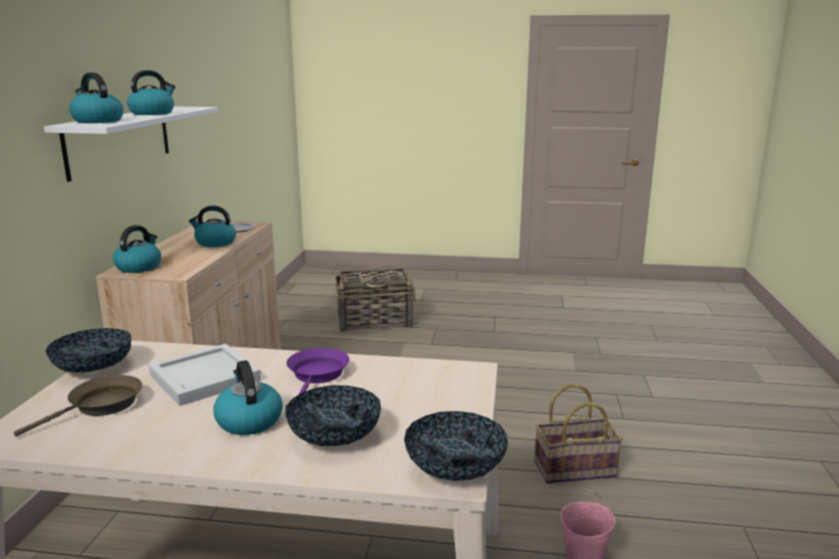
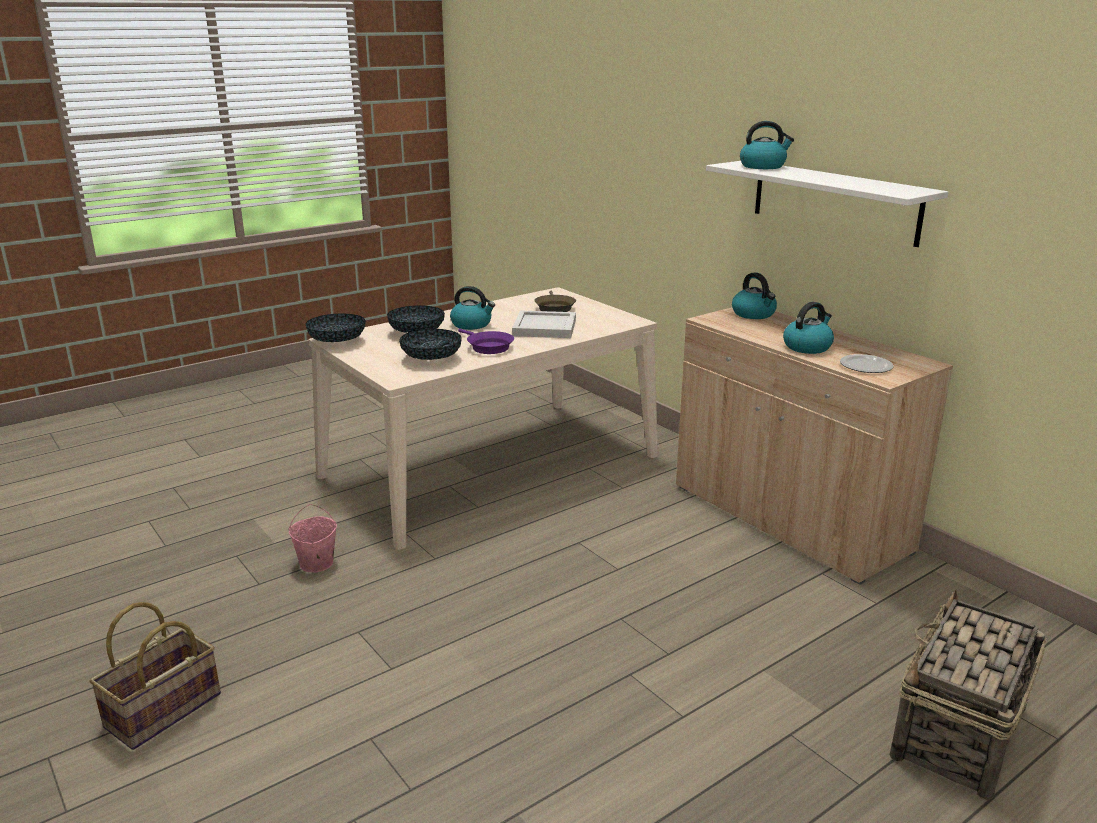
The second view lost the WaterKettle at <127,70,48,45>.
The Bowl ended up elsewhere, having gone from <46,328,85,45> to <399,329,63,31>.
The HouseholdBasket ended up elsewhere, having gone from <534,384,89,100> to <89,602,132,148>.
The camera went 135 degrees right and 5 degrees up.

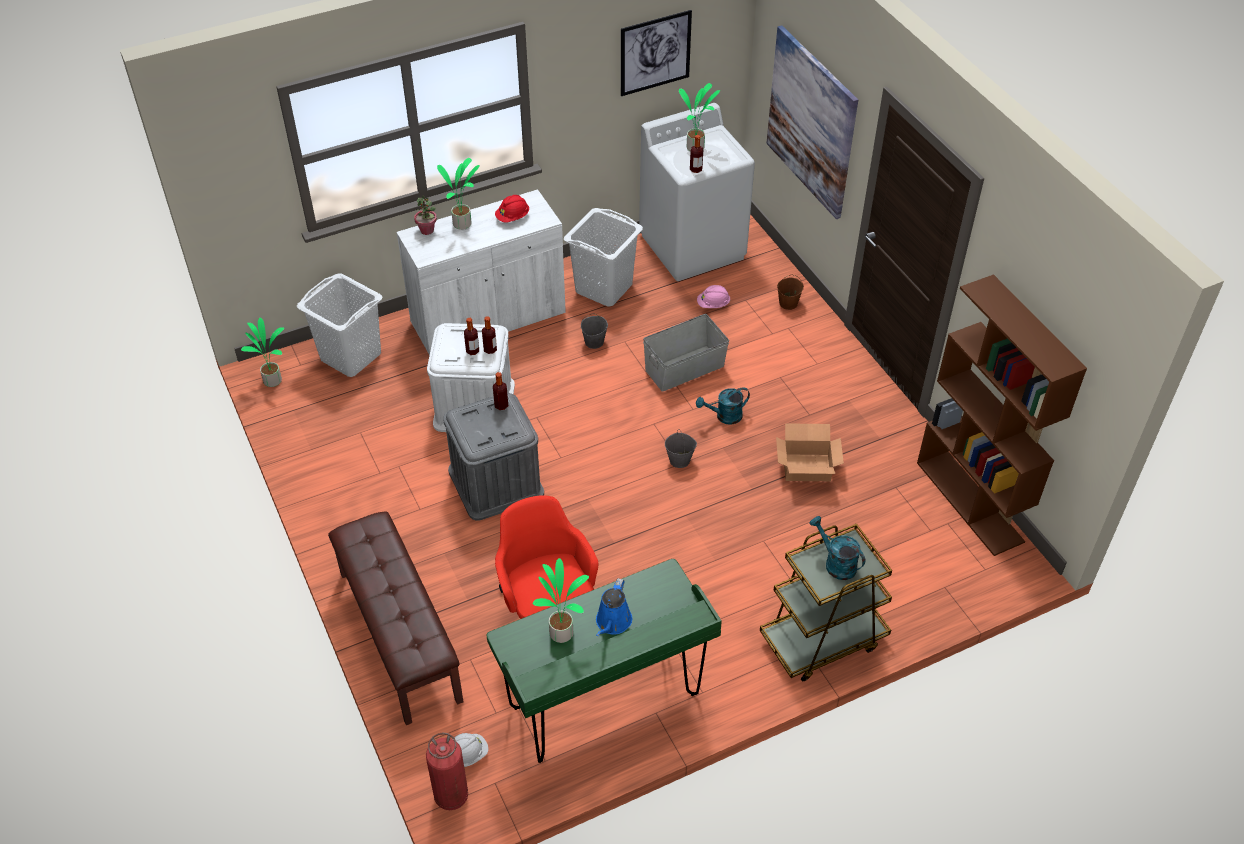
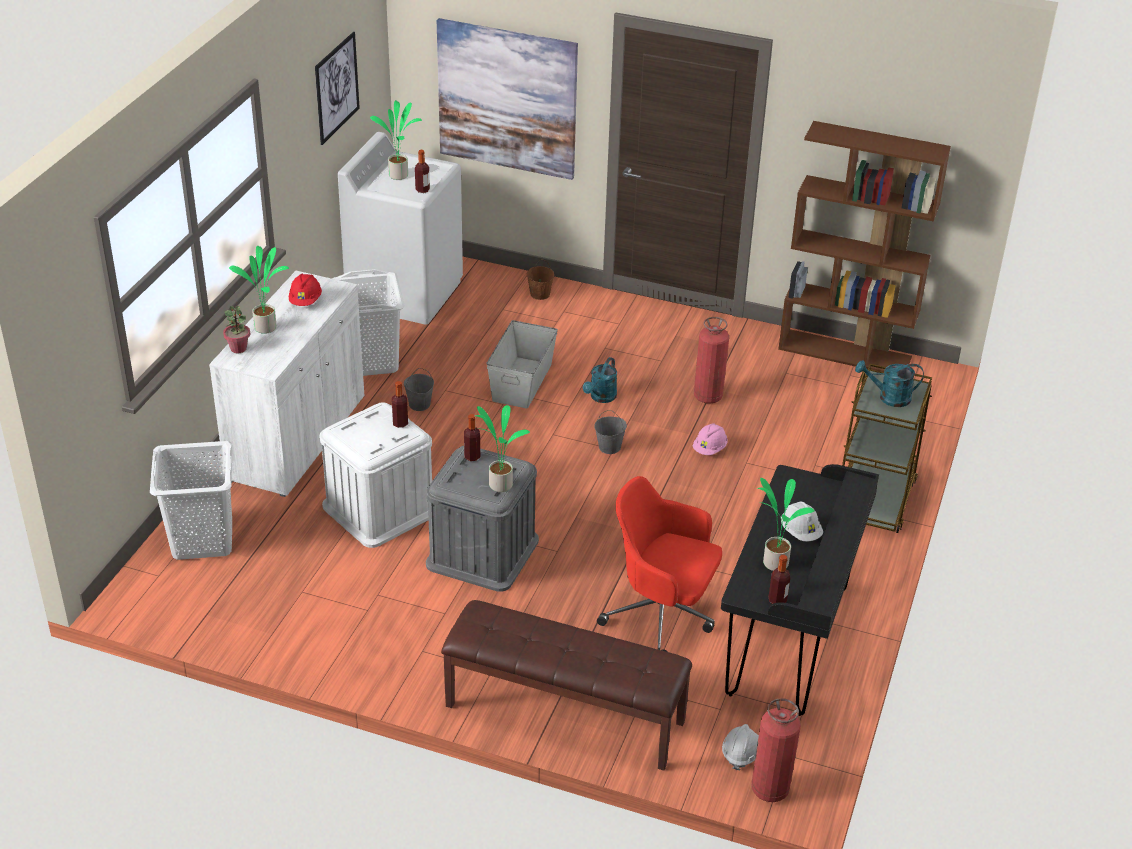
The PottedPlant ended up elsewhere, having gone from <241,318,43,69> to <475,405,55,87>.
The BeverageBottle ended up elsewhere, having gone from <464,318,15,37> to <769,555,21,49>.
The PinkishSafetyHelmet ended up elsewhere, having gone from <697,285,33,23> to <692,423,36,32>.
Where the BluishWateringCan stood at <596,578,36,58>, the WhiteColouredSafetyHelmet came to stand at <781,502,42,40>.
Where the PackingBox stood at <776,423,68,58>, the FireFightingCylinder came to stand at <694,317,35,87>.
What was the GreenishDeskUnit at <486,559,236,204> turned into the BlackishDeskUnit at <721,464,158,252>.
The camera went 45 degrees left and 10 degrees down.

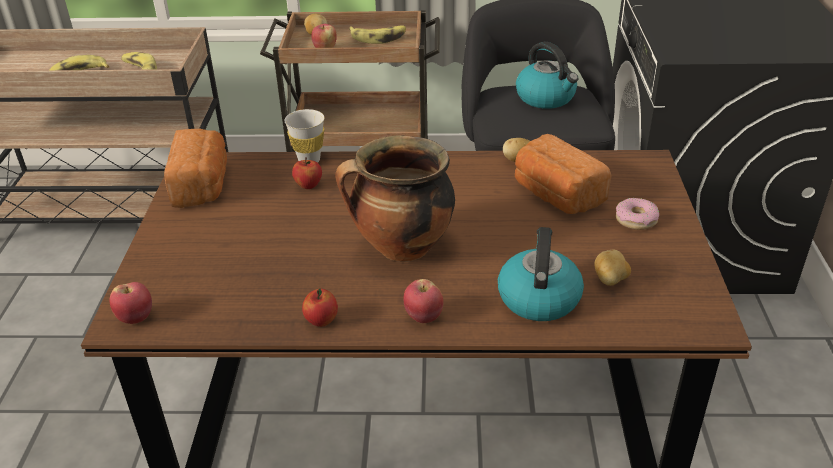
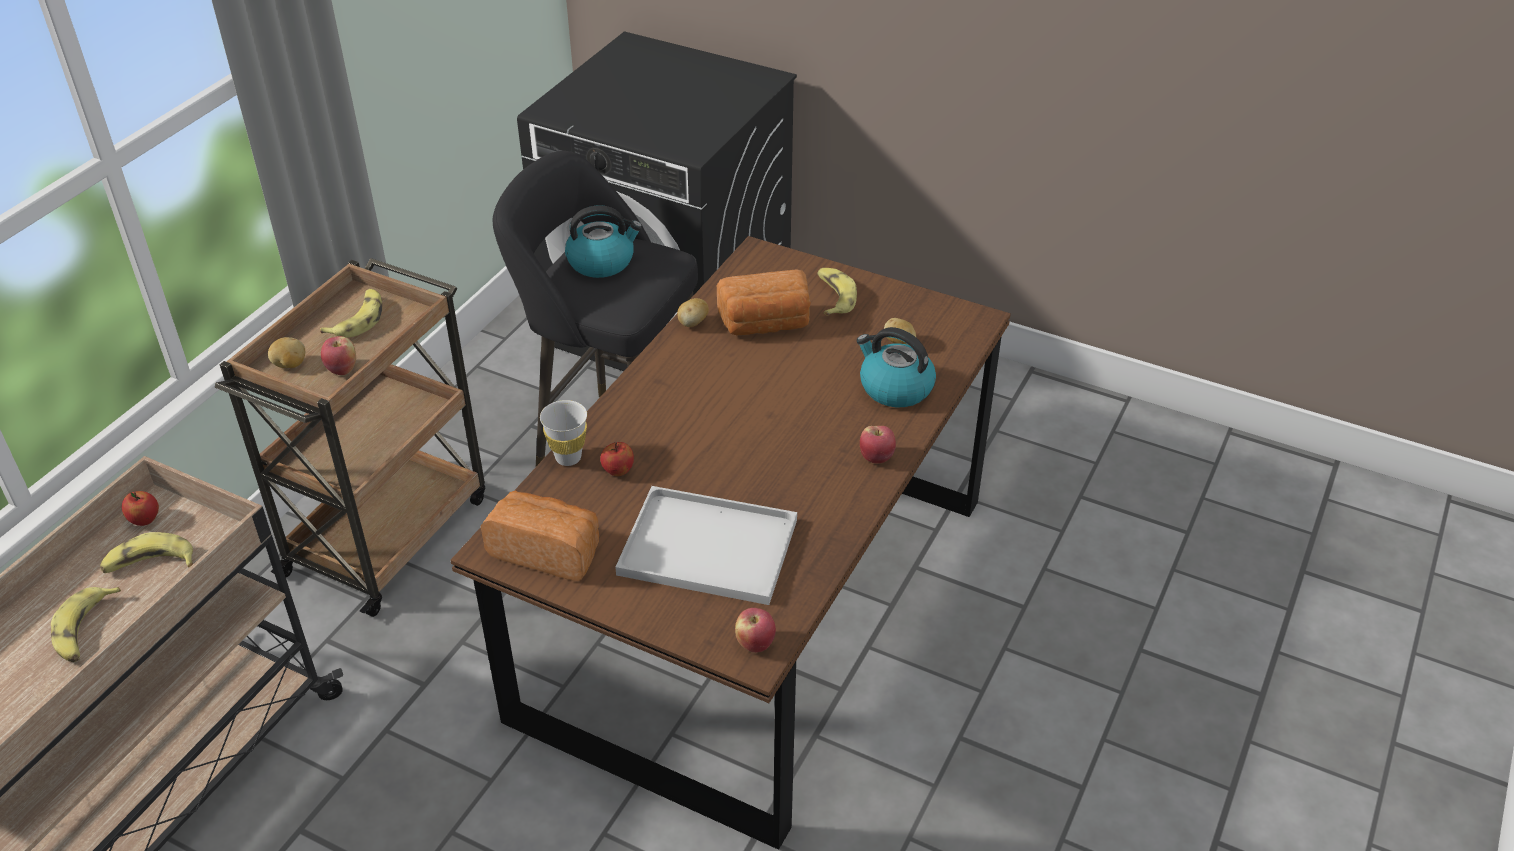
The second view lost the CookingPot at <335,135,120,126>.
The second view gained the WhiteColouredTray at <615,486,182,119>.
The WholeApple ended up elsewhere, having gone from <302,289,36,38> to <122,491,37,35>.
Where the Donut stood at <616,198,43,32>, the BananaFruit came to stand at <817,268,40,48>.
The camera went 65 degrees left and 5 degrees up.

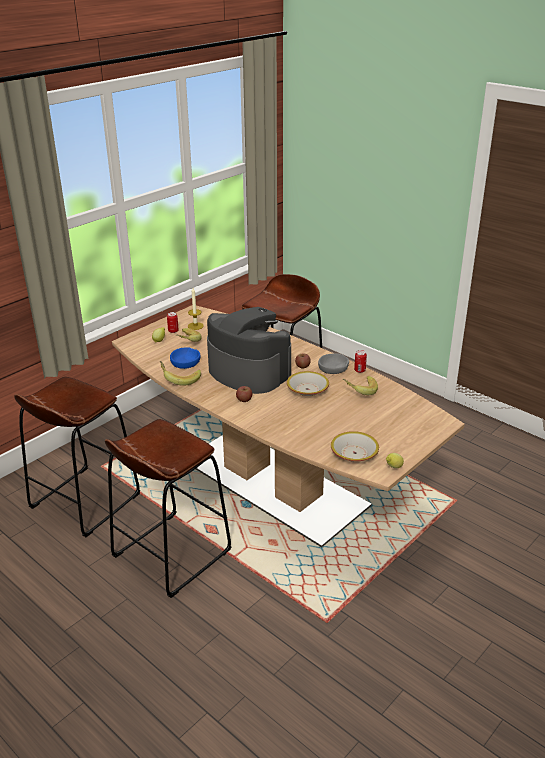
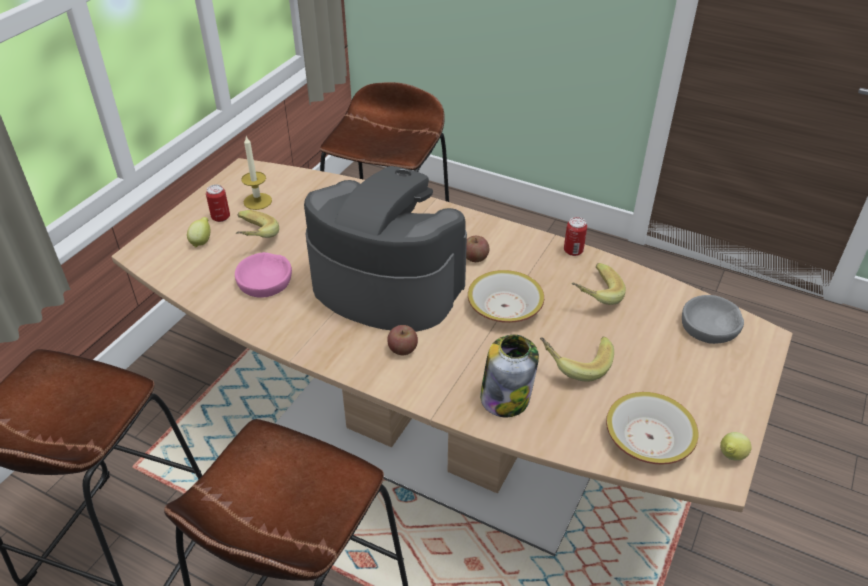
The second view gained the PreserveJar at <480,335,59,82>.
The BananaFruit ended up elsewhere, having gone from <160,361,41,25> to <540,337,74,45>.
The GrayBowl ended up elsewhere, having gone from <318,353,31,21> to <682,295,62,49>.
What was the BluishBowl at <170,347,31,22> turned into the PinkishBowl at <235,252,57,46>.
The camera went 15 degrees left and 10 degrees up.

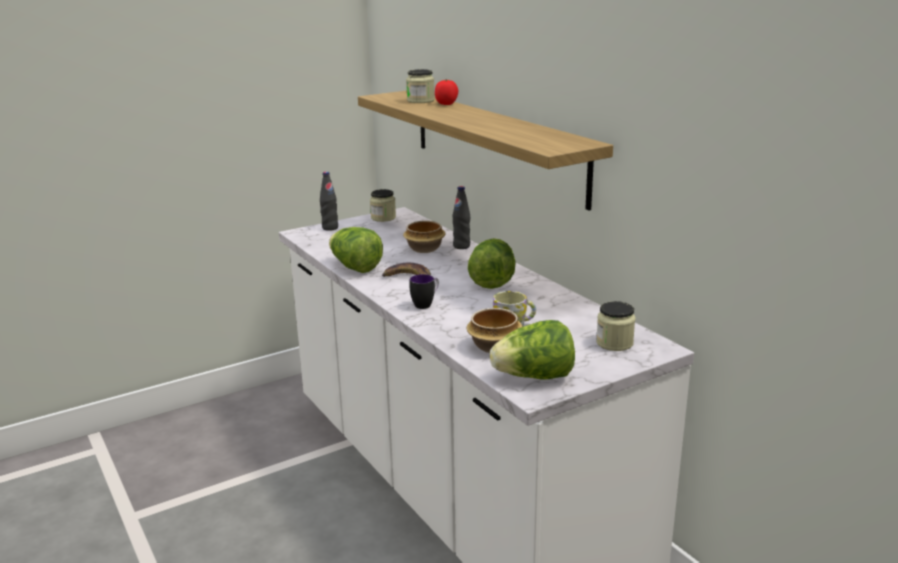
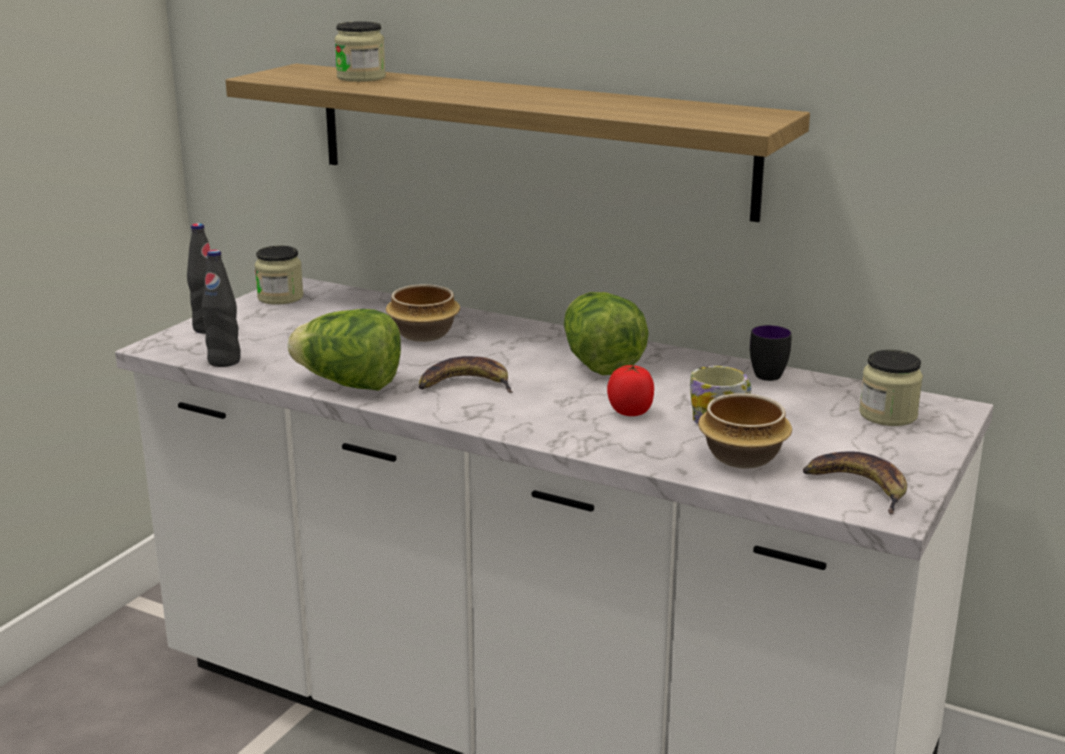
The CoffeeMug ended up elsewhere, having gone from <409,274,30,35> to <750,325,41,56>.
The Tomato ended up elsewhere, having gone from <435,79,23,26> to <607,365,47,51>.
The BlackishBeverageBottle ended up elsewhere, having gone from <452,186,18,63> to <202,250,39,117>.
Where the HeadOfLettuce stood at <490,320,85,60>, the BananaFruit came to stand at <803,452,104,62>.
The camera went 30 degrees left and 0 degrees up.

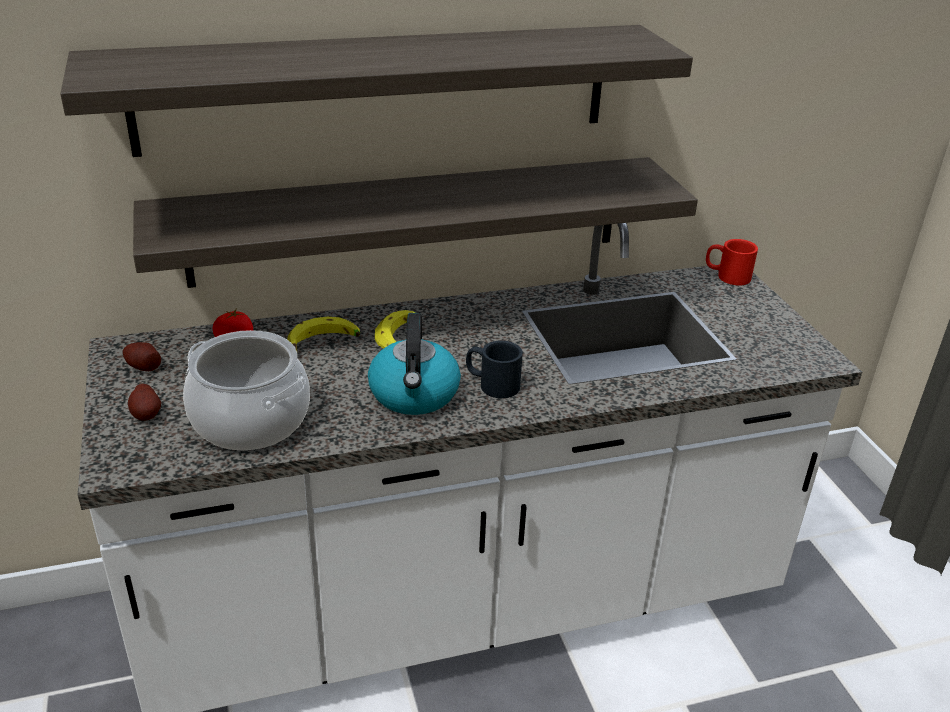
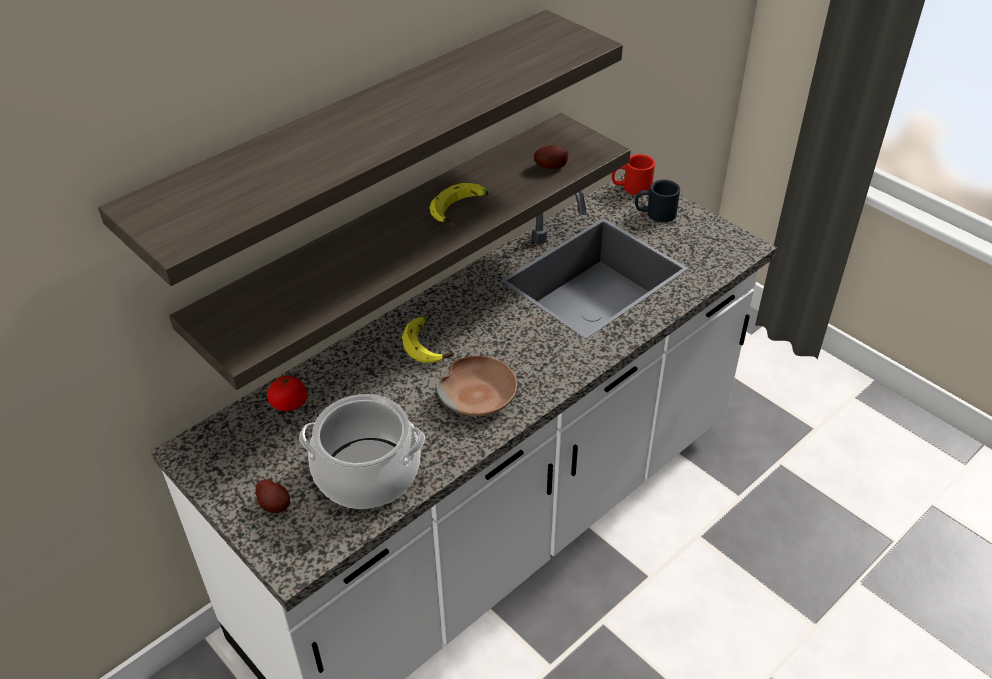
The Potato ended up elsewhere, having gone from <123,342,38,29> to <534,145,35,24>.
The BananaFruit ended up elsewhere, having gone from <287,317,73,34> to <430,183,58,43>.
The BlackishCoffeeMug ended up elsewhere, having gone from <466,341,57,57> to <635,180,45,42>.
Where the WaterKettle stood at <368,313,93,102>, the BrownBowl came to stand at <436,356,81,60>.
The camera went 25 degrees left and 10 degrees up.

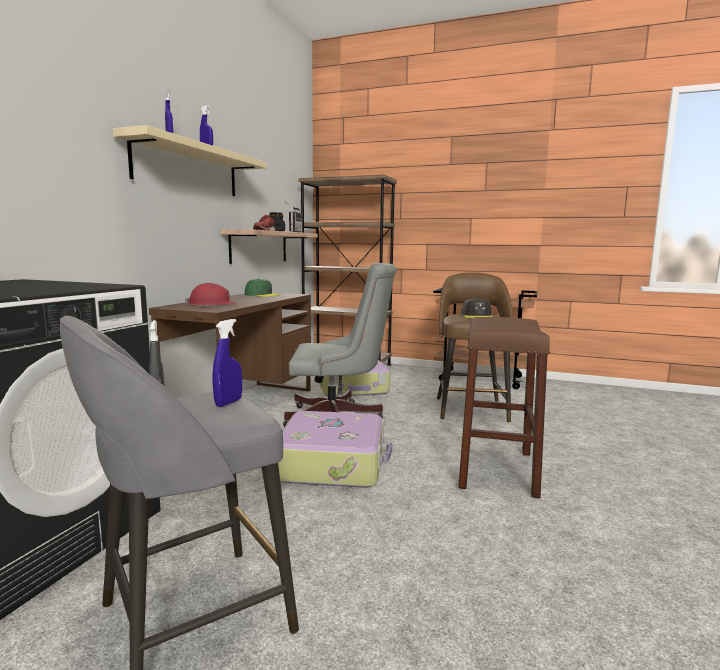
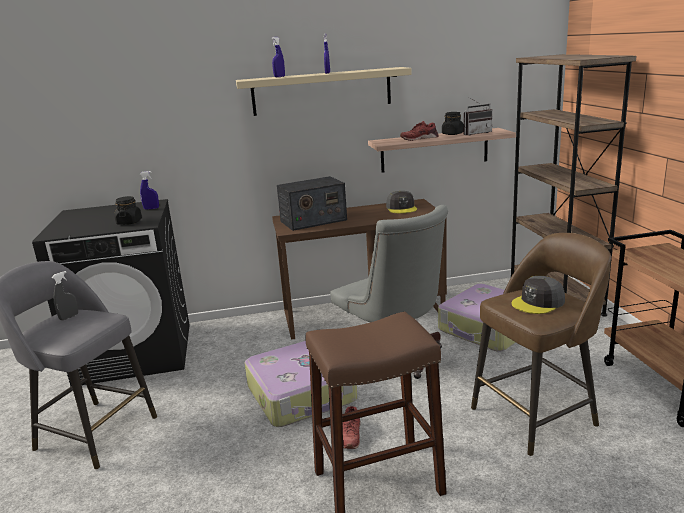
The second view gained the BlackishPreserveJar at <114,196,28,29>.
The second view gained the RedLowShoe at <343,406,18,43>.
The BluishSprayer ended up elsewhere, having gone from <212,319,30,88> to <140,171,19,39>.
Where the RedSafetyHelmet stood at <185,283,52,22>, the RadioSet came to stand at <277,176,70,55>.
What was the GreenishCap at <245,279,35,18> turned into the GrayCap at <386,191,31,22>.
The camera went 60 degrees right and 10 degrees up.

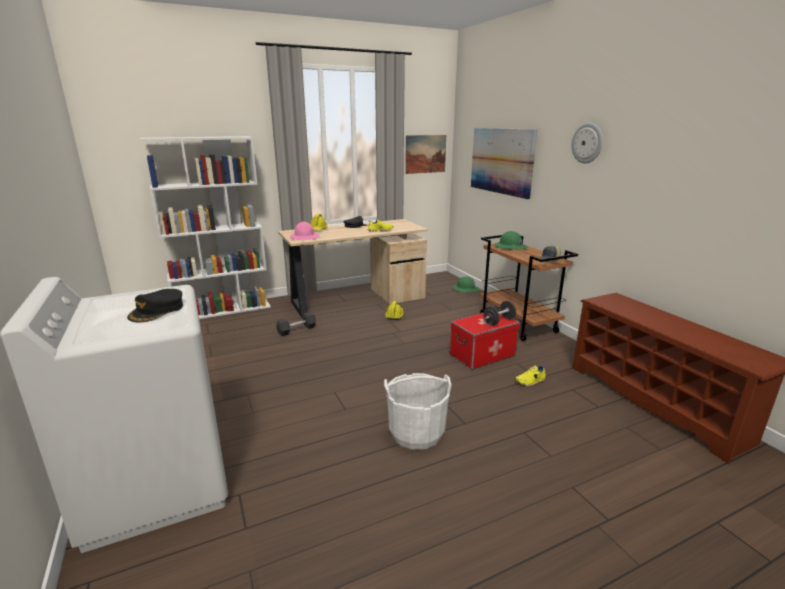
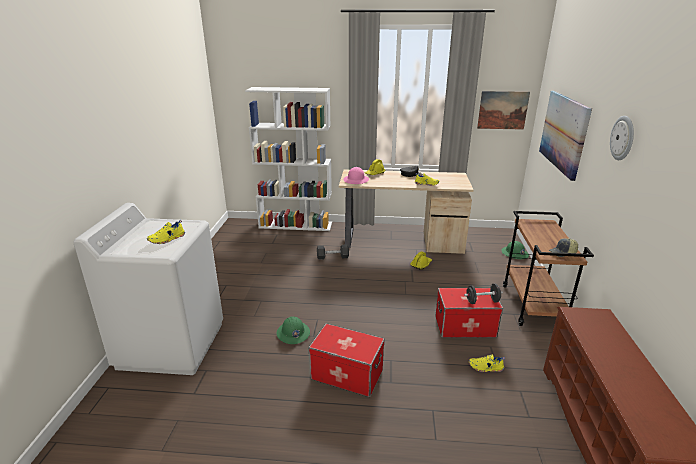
The GreenishSafetyHelmet ended up elsewhere, having gone from <494,231,33,19> to <277,316,33,28>.
Where the BlackishCap stood at <127,289,56,33>, the YellowLowShoe came to stand at <147,220,38,24>.
Where the WhiteColouredBucket stood at <384,373,68,77>, the StorageContainer came to stand at <309,323,76,74>.
The camera went 30 degrees right and 5 degrees up.

